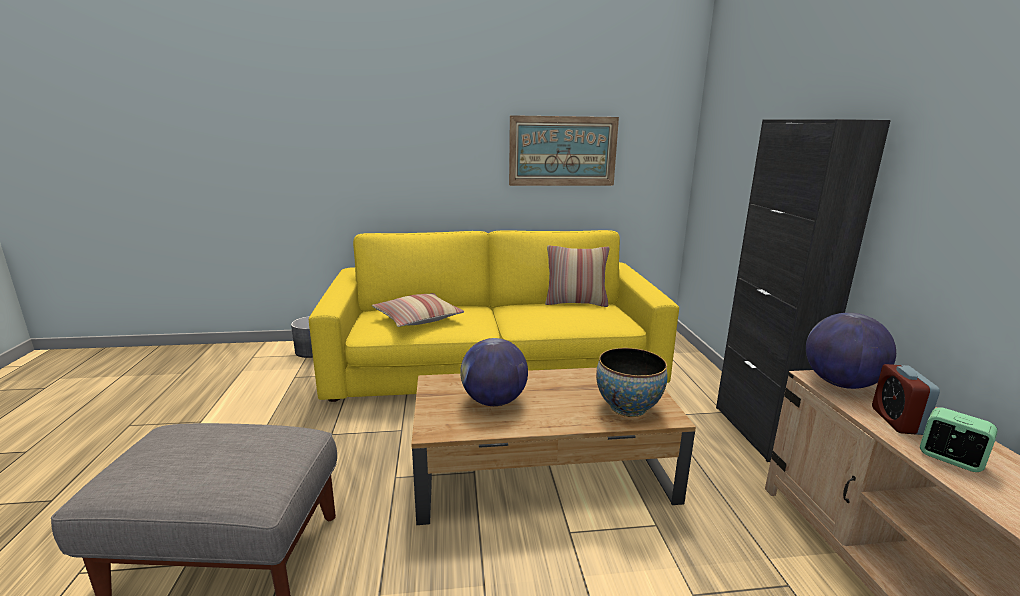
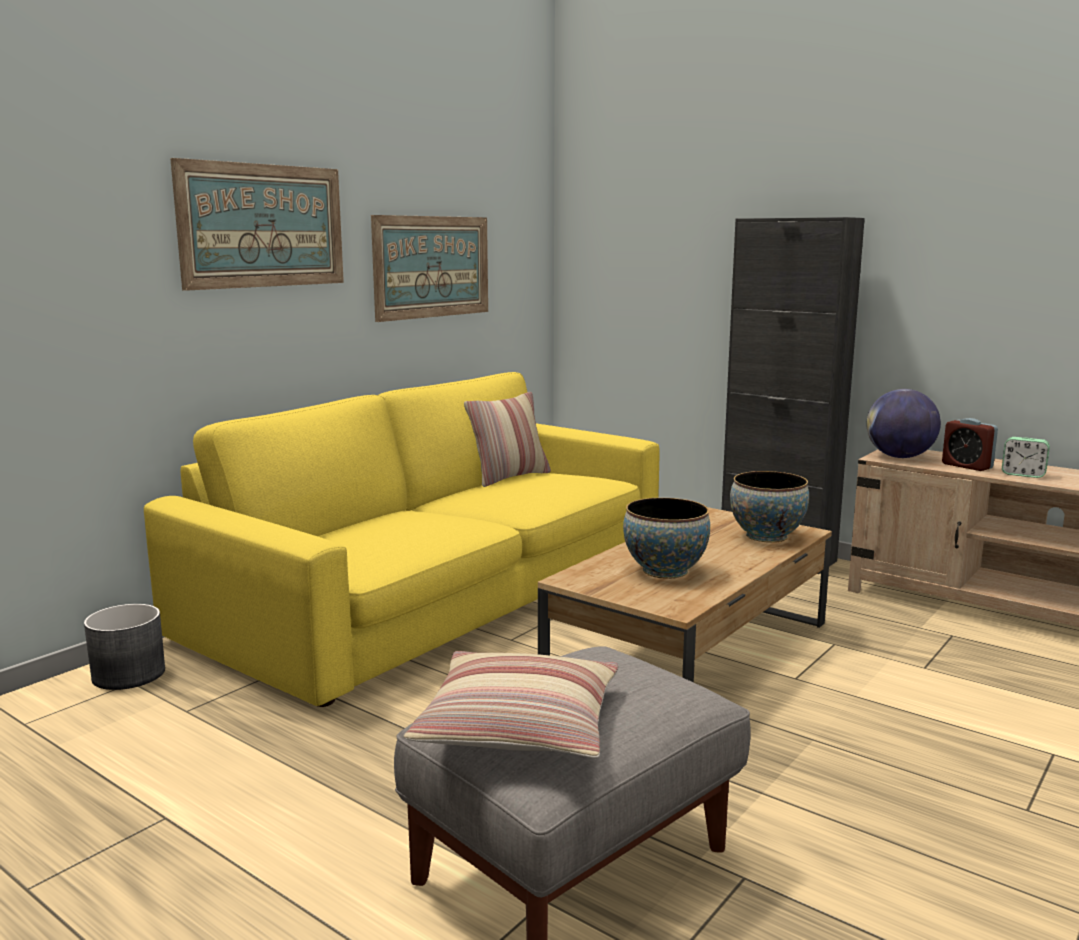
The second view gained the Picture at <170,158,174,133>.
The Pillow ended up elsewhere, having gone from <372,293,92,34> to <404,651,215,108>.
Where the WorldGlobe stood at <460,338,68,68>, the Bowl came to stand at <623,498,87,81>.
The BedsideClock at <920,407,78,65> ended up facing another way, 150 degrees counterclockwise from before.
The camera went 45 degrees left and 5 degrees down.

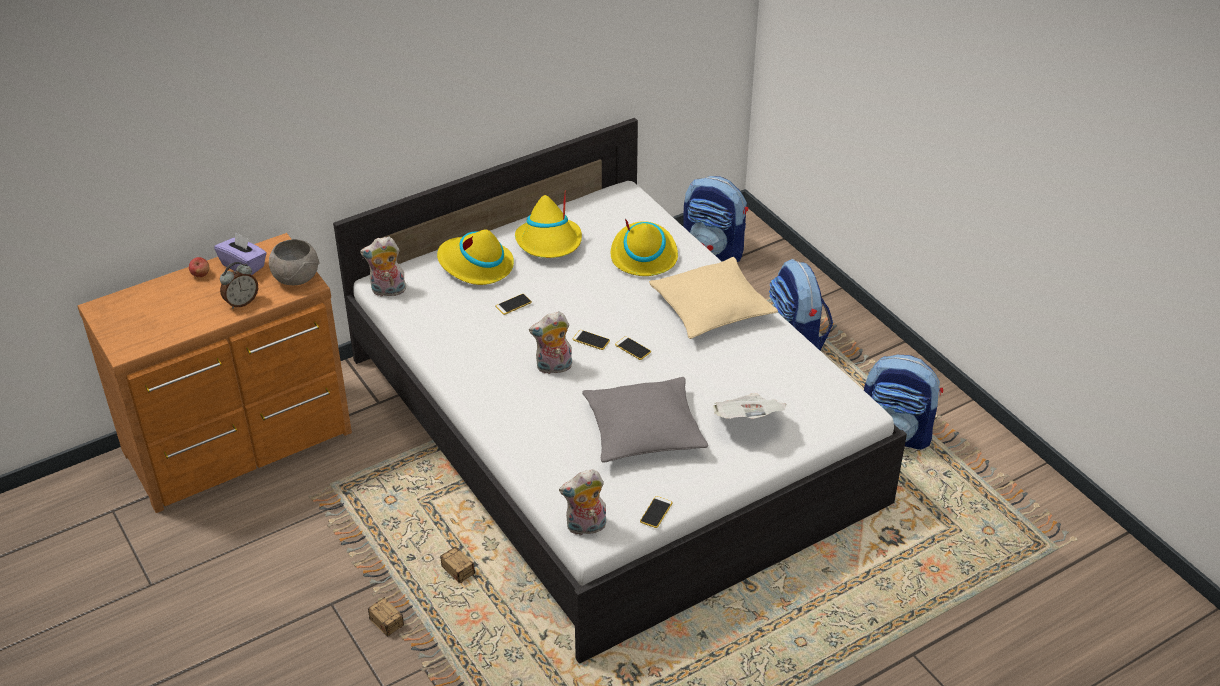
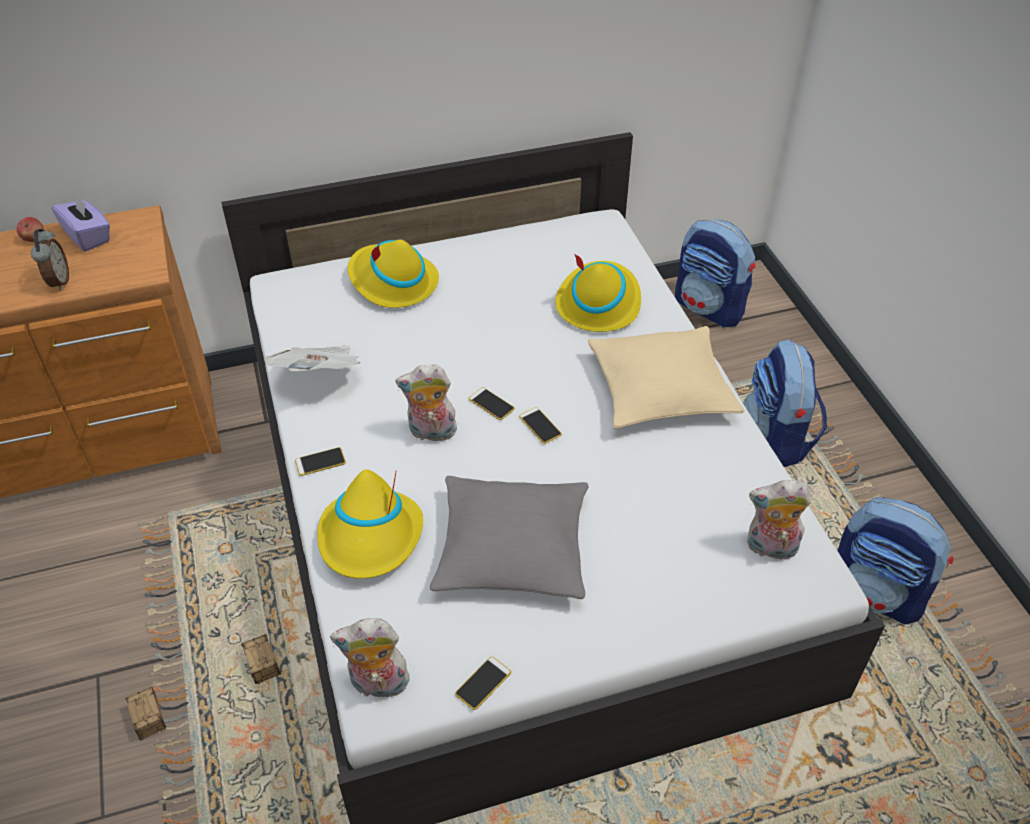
The second view lost the GrayBowl at <269,239,50,46>.
The CuddlyToy ended up elsewhere, having gone from <360,236,46,61> to <747,480,64,80>.
The Phone ended up elsewhere, having gone from <496,294,36,21> to <295,447,51,29>.
The YellowClothingHat ended up elsewhere, having gone from <515,195,67,63> to <317,470,106,109>.
The Newspaper ended up elsewhere, having gone from <713,393,74,26> to <265,345,95,26>.
The BedsideClock at <220,262,38,47> ended up facing another way, 75 degrees counterclockwise from before.
The camera went 15 degrees right and 5 degrees up.

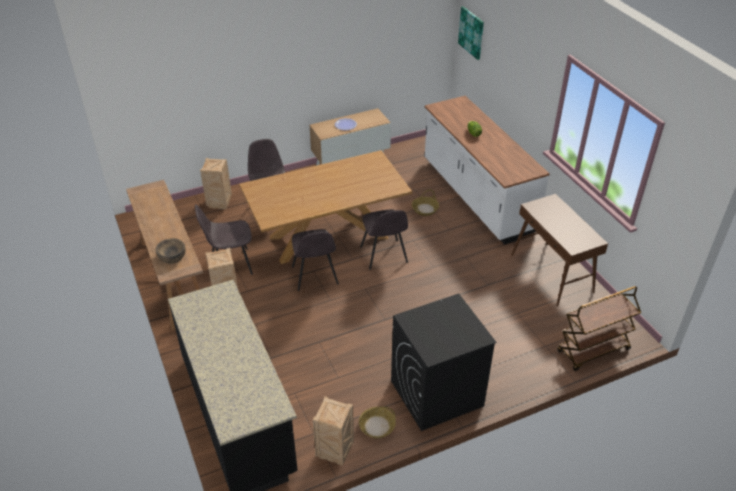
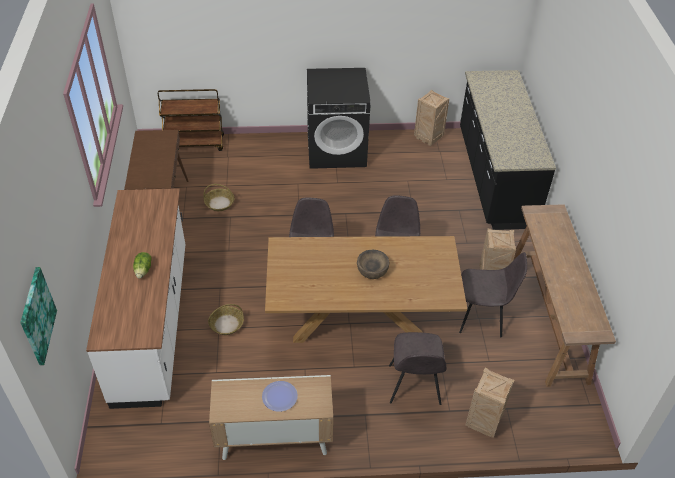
The BrownBowl ended up elsewhere, having gone from <156,238,30,26> to <357,249,32,30>.
The HouseholdBasket ended up elsewhere, having gone from <359,407,37,31> to <203,184,32,27>.
The camera went 160 degrees left and 5 degrees up.

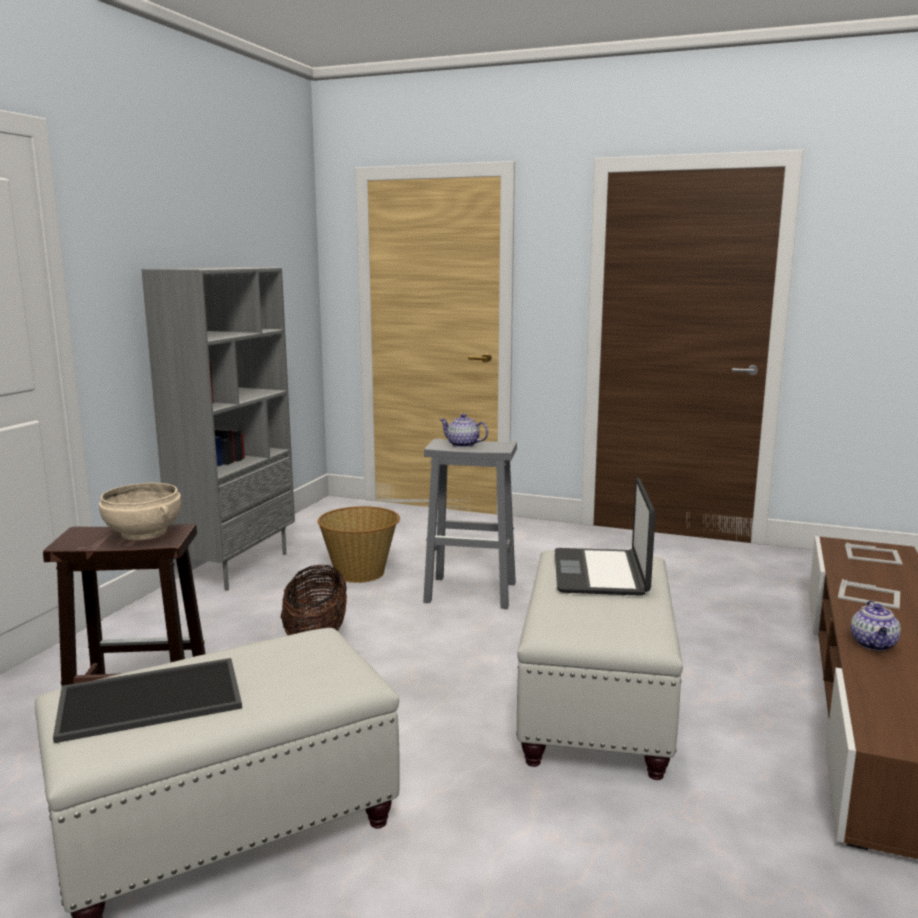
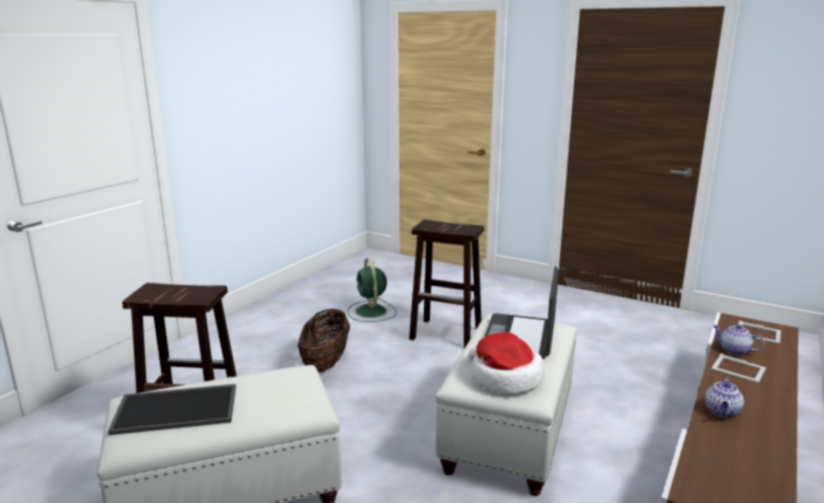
The second view lost the SandColouredBowl at <99,483,82,57>.
The second view lost the GrayShelvingUnit at <141,267,154,324>.
The second view gained the ClothingHat at <469,332,75,62>.
The TeaPot ended up elsewhere, having gone from <439,414,49,34> to <712,325,52,30>.
Where the HouseholdBasket stood at <318,506,82,77>, the GreenishCoolingFan came to stand at <347,258,50,64>.
What was the GraySittingStool at <423,439,94,170> turned into the BrownSittingStool at <409,220,75,128>.
The camera went 10 degrees right and 5 degrees up.

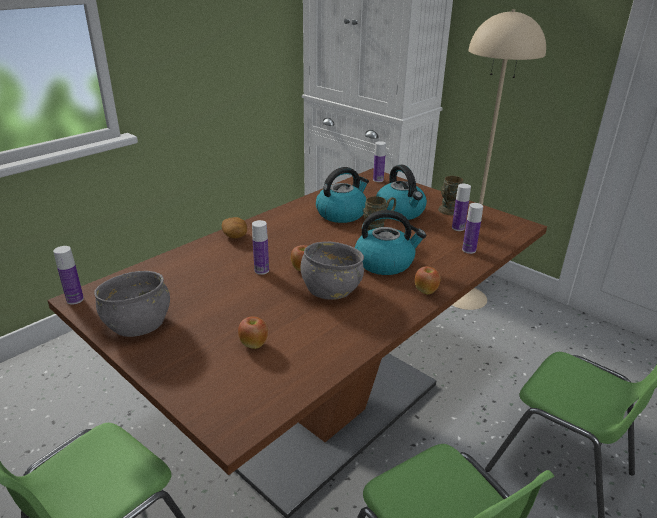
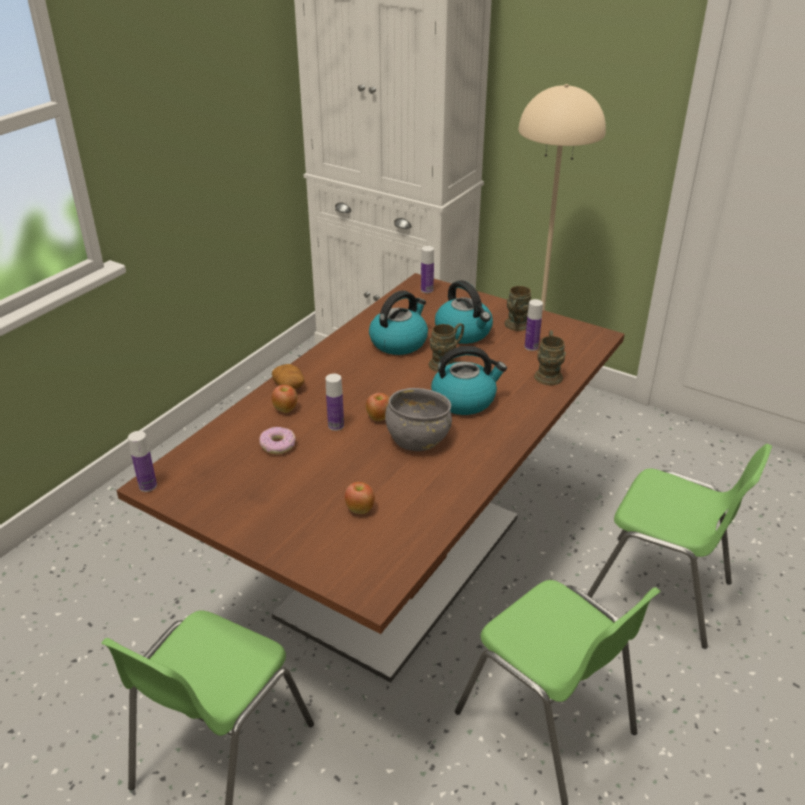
The second view lost the GrayBowl at <94,271,76,66>.
The second view gained the Donut at <259,427,37,27>.
The WholeApple ended up elsewhere, having gone from <415,267,25,27> to <272,385,25,28>.
Where the BeverageBottle stood at <462,203,21,51>, the BrownCoffeeMug came to stand at <534,330,32,55>.
The camera went 10 degrees left and 5 degrees up.

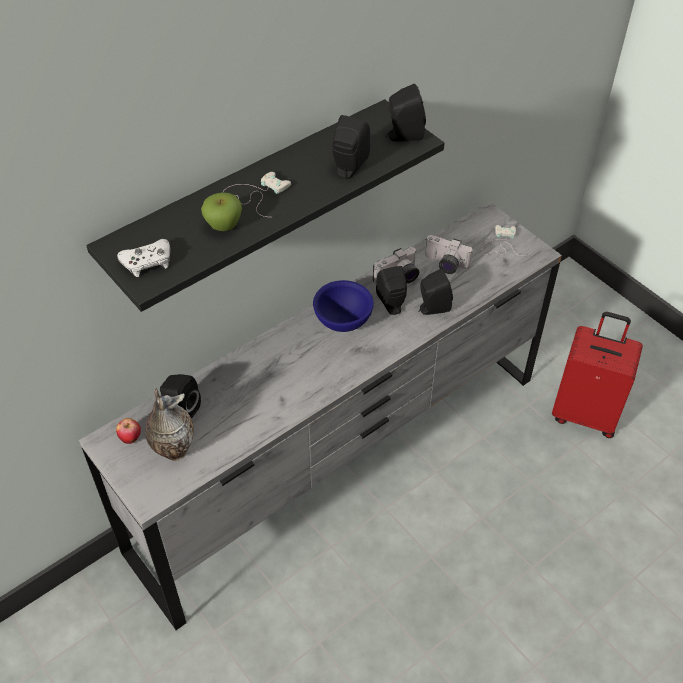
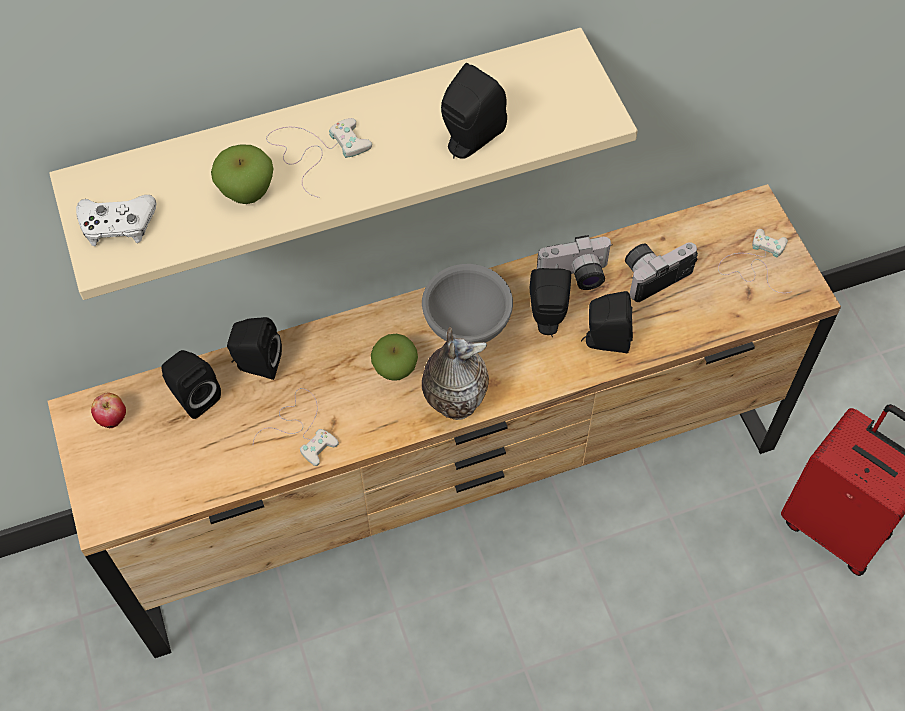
The second view gained the WhiteColouredJoypad at <253,388,86,78>.
The second view gained the WholeApple at <371,334,47,47>.
The DecorativeVase ended up elsewhere, having gone from <145,388,49,73> to <422,327,67,93>.
The BlackishSpeaker ended up elsewhere, having gone from <386,84,40,57> to <227,317,55,63>.
What was the GrayDrawerChest at <79,202,483,428> turned into the BrownDrawerChest at <48,184,793,474>.
What was the BlackishWallShelf at <86,99,358,213> turned into the SandColouredWallShelf at <49,28,589,272>.
What was the BluishBowl at <313,280,61,52> turned into the GrayBowl at <422,264,91,79>.
The PhotoCamera at <425,235,47,39> ended up facing another way, 105 degrees clockwise from before.
The camera went 20 degrees right and 10 degrees up.

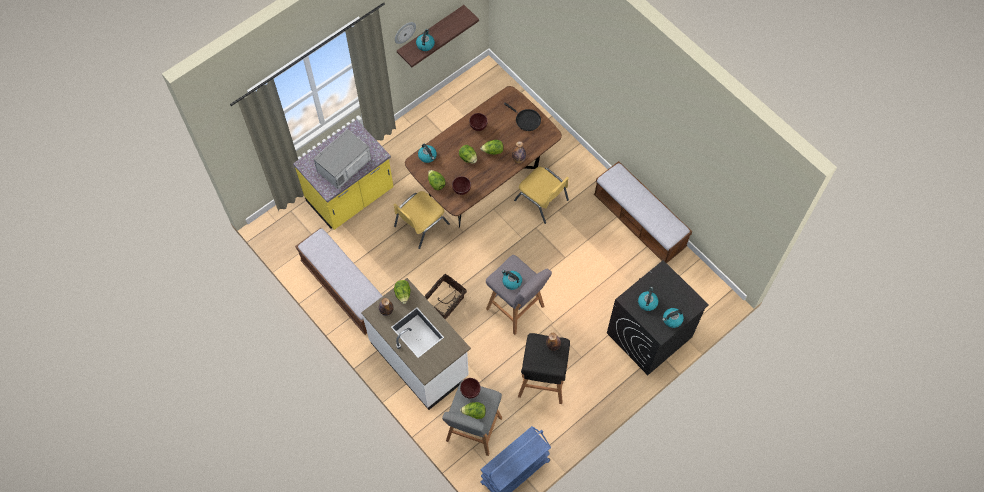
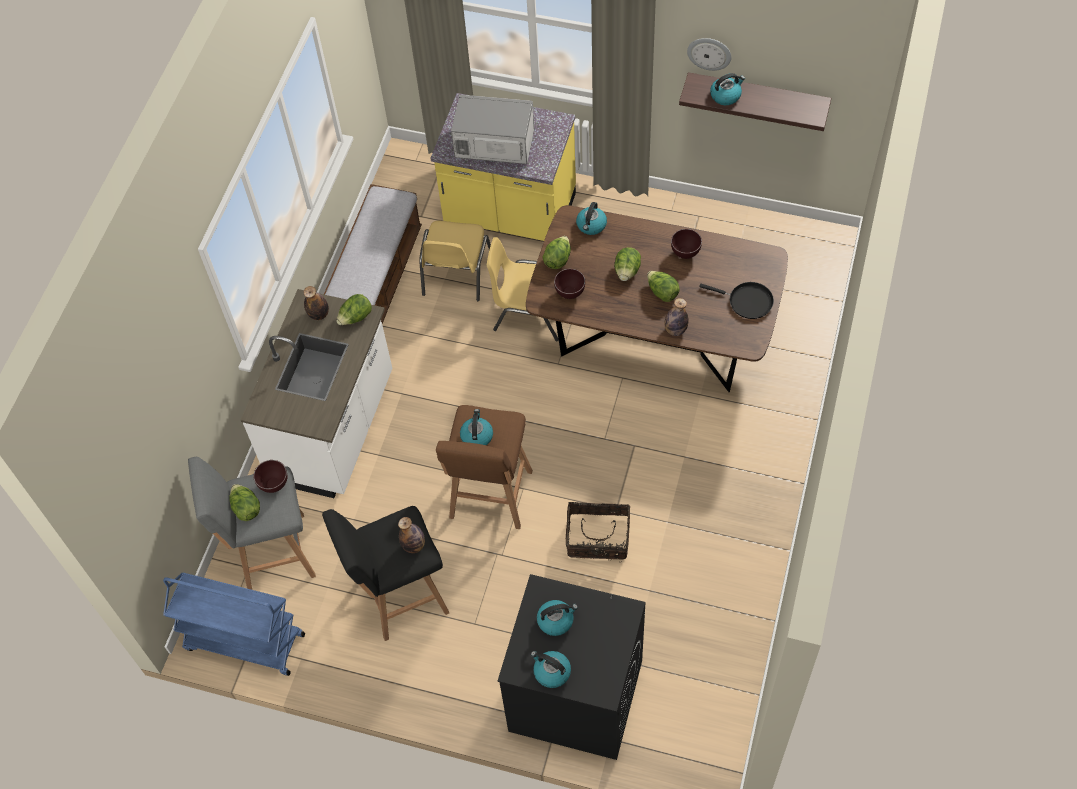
The second view lost the Bench at <594,161,99,102>.
The HouseholdBasket ended up elsewhere, having gone from <424,274,43,46> to <566,502,64,60>.
The YellowPlainChair ended up elsewhere, having gone from <514,167,55,57> to <419,221,72,80>.
What was the GraySittingStool at <486,255,66,80> turned into the BrownSittingStool at <436,405,97,124>.
The BlackishPan at <504,102,37,29> ended up facing another way, 75 degrees counterclockwise from before.
The camera went 60 degrees right and 5 degrees down.

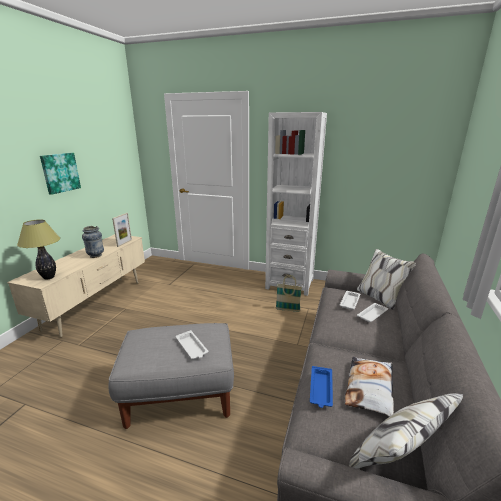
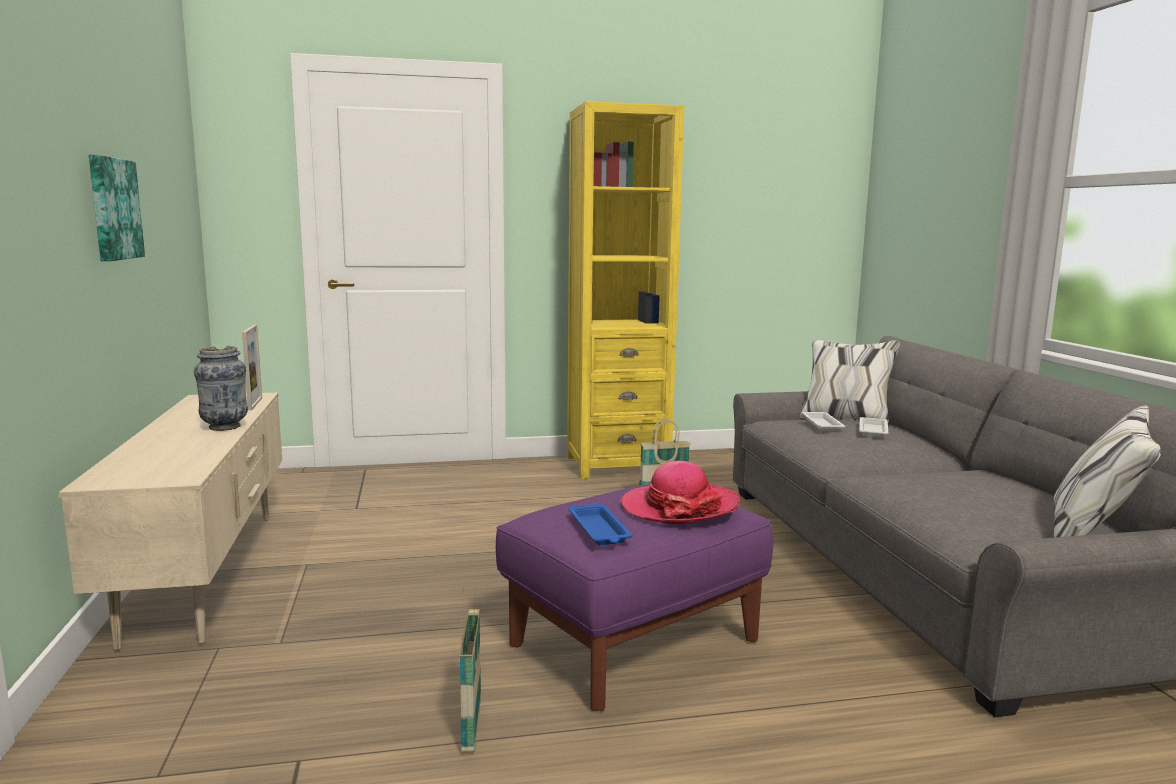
The second view lost the TabletopLamp at <17,220,43,60>.
The second view lost the Pillow at <345,357,49,60>.
The second view gained the HouseholdBasket at <460,586,21,167>.
The BluishTray ended up elsewhere, having gone from <310,366,23,42> to <568,503,64,42>.
Where the WhiteColouredTray stood at <176,330,32,29>, the ClothingHat came to stand at <620,460,121,64>.
What was the GrayPouffe at <108,323,126,106> turned into the PurpleColouredPouffe at <496,484,277,227>.
What was the WhiteColouredShelvingUnit at <265,112,62,184> turned into the YellowShelvingUnit at <567,101,117,378>.
The camera went 30 degrees left and 10 degrees down.

